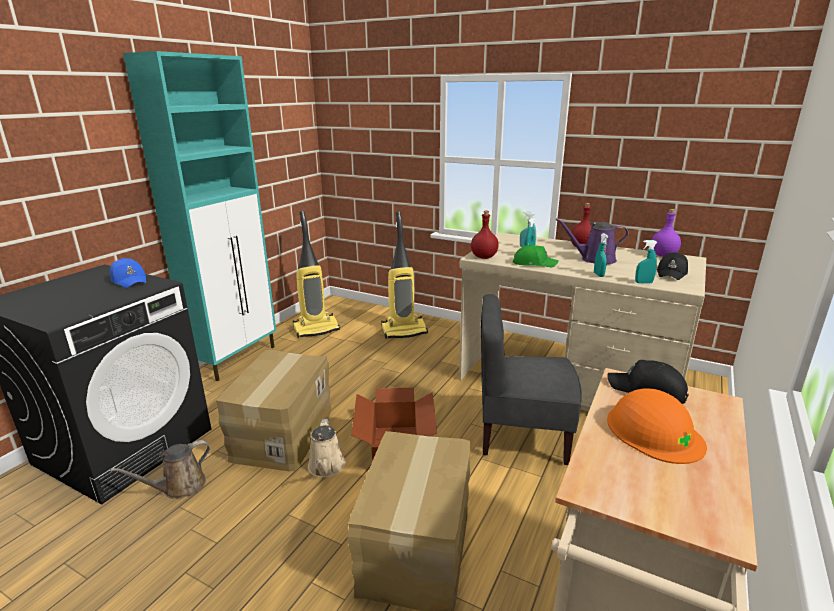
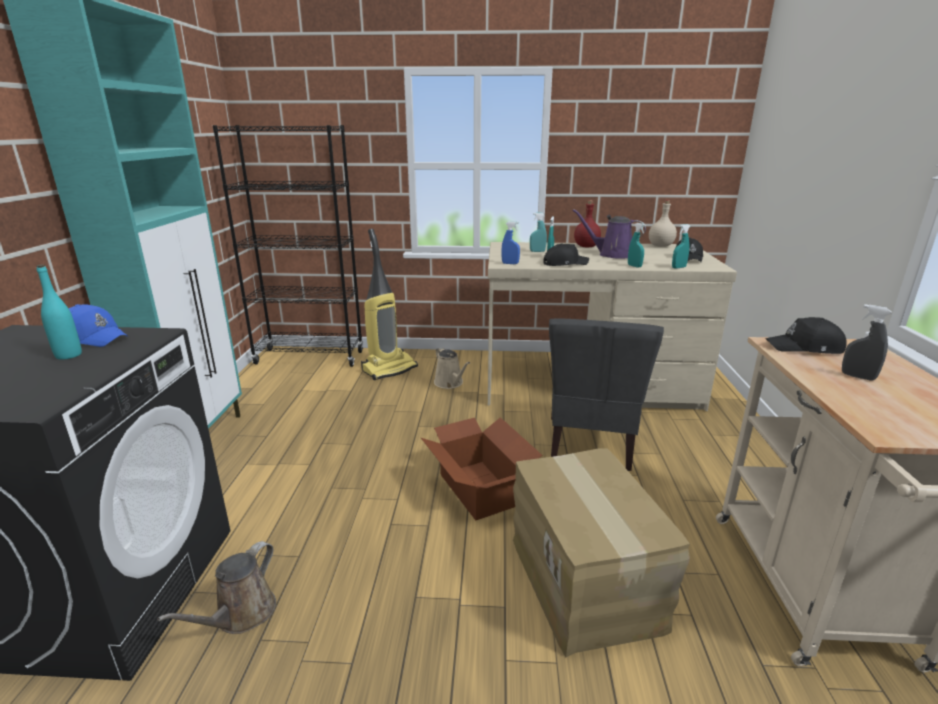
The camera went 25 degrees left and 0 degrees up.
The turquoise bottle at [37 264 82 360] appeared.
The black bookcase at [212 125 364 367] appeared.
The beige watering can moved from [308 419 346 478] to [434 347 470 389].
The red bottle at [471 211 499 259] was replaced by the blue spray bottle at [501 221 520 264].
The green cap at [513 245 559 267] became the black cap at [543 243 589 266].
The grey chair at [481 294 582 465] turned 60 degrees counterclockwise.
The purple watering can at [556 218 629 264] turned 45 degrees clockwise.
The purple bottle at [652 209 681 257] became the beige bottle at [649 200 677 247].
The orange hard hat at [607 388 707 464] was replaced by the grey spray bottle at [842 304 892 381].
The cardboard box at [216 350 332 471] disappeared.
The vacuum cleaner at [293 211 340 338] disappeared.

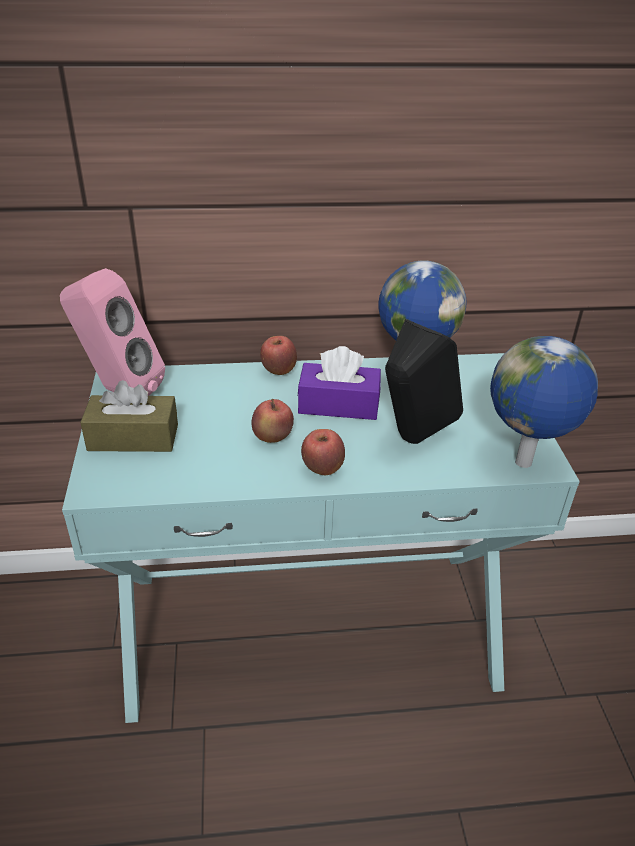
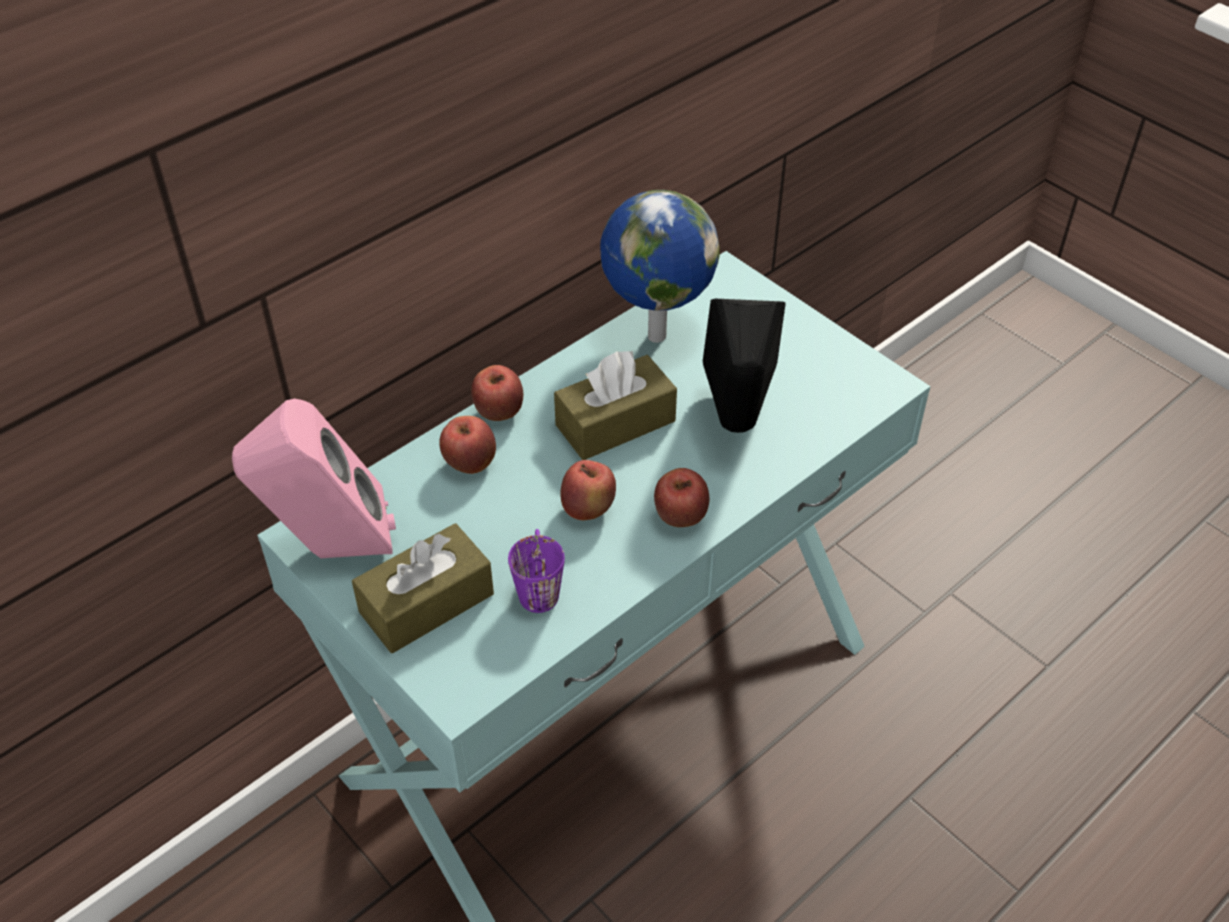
The camera went 35 degrees left and 10 degrees up.
The apple at [439 416 496 474] appeared.
The purple mug at [508 529 565 613] appeared.
The purple tissue box at [298 346 381 420] became the brown tissue box at [554 350 677 460].
The globe at [490 336 598 468] disappeared.

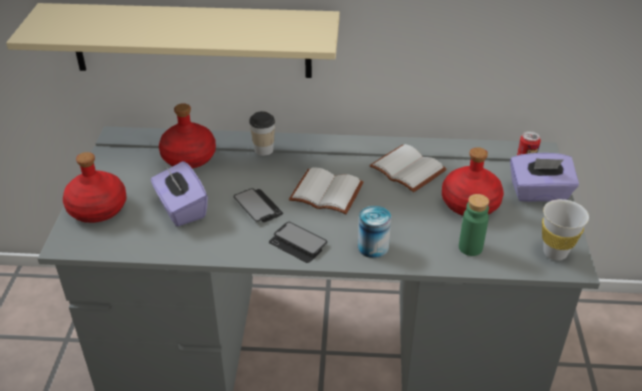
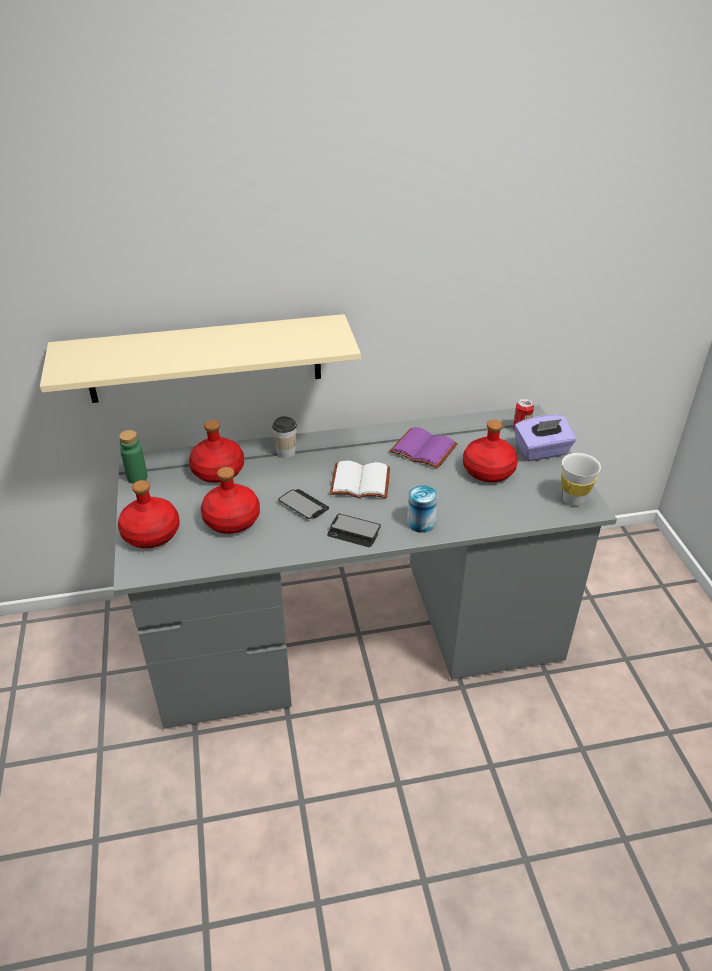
The camera went 15 degrees left and 0 degrees up.
The green bottle moved from [459 194 489 256] to [119 430 148 484].
The purple tissue box at [151 161 208 226] was replaced by the red bottle at [201 467 260 534].
The white book at [369 144 447 192] became the purple book at [389 427 458 469].

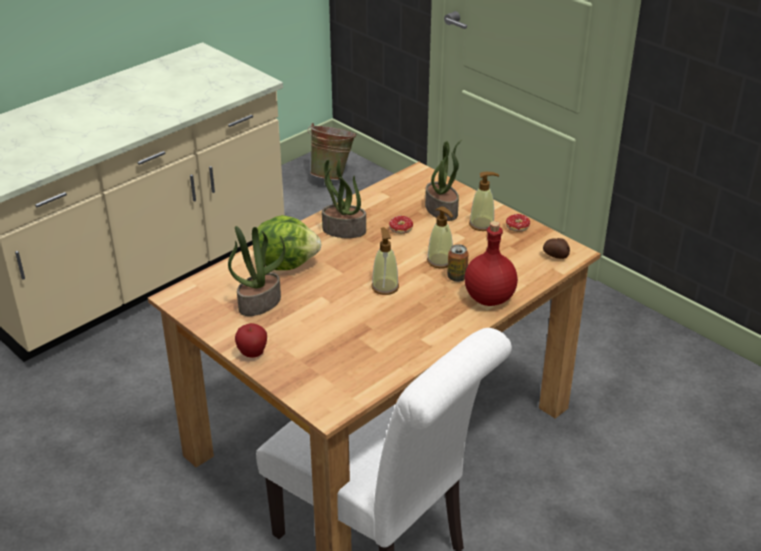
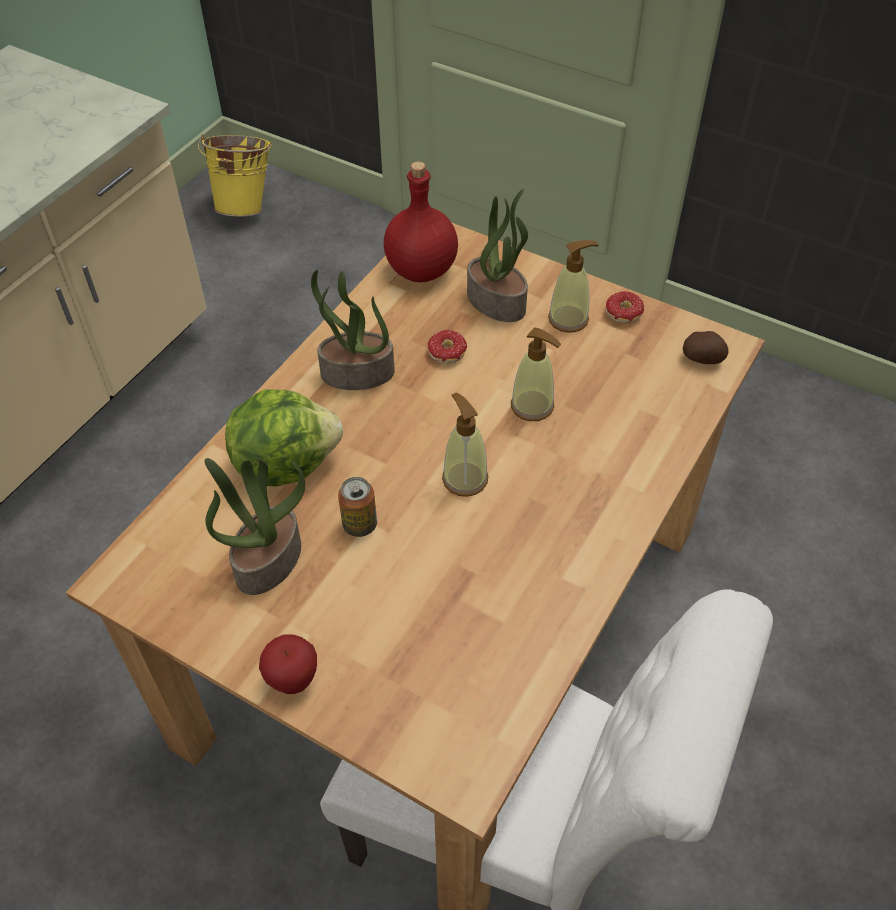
The camera went 15 degrees left and 15 degrees up.
The green bucket at [308 123 356 180] became the yellow bucket at [198 134 272 217].
The can moved from [447 244 469 282] to [338 477 377 537].
The red bottle moved from [464 221 518 306] to [384 161 458 282].

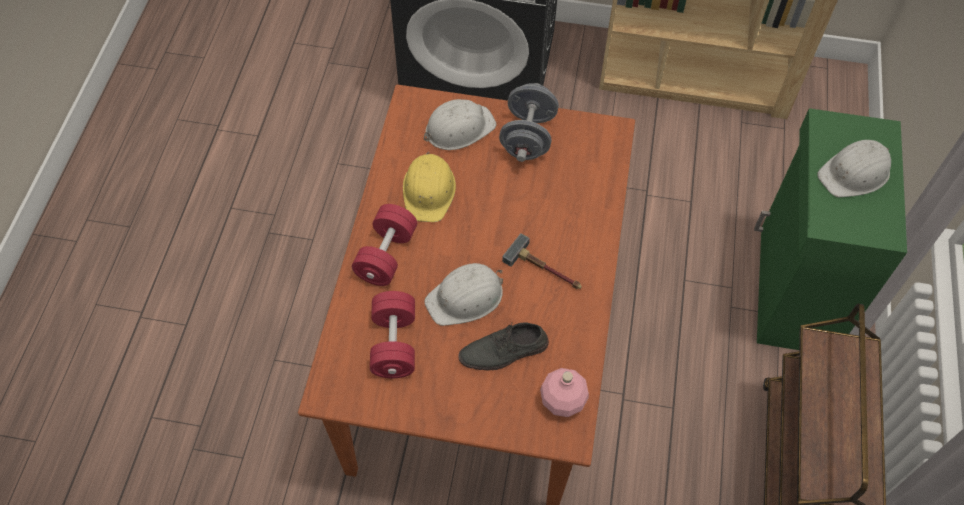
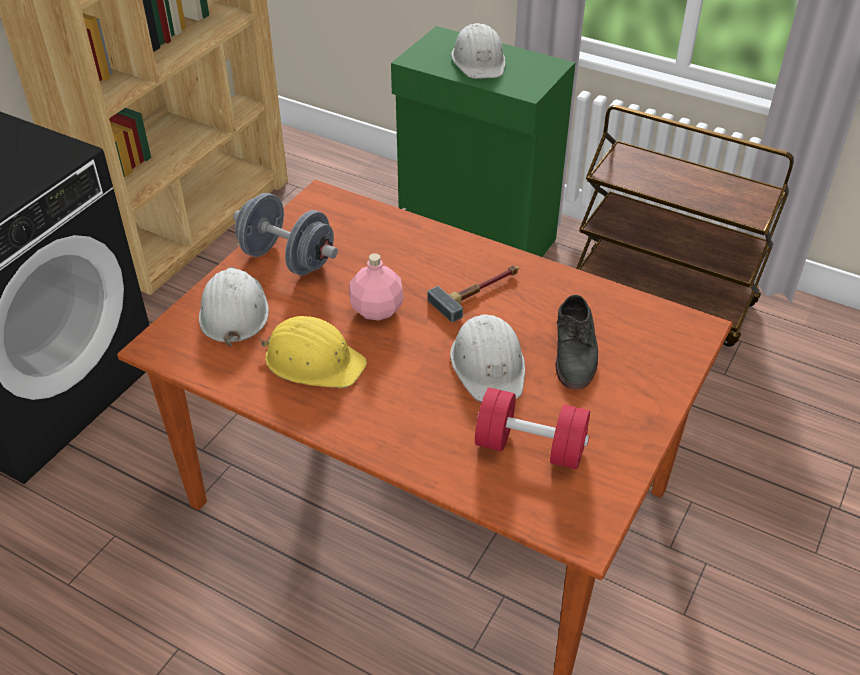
The camera went 70 degrees left and 15 degrees down.
The pink bottle moved from [540 368 589 417] to [349 253 404 321].
The red dumbbell at [352 204 417 286] disappeared.

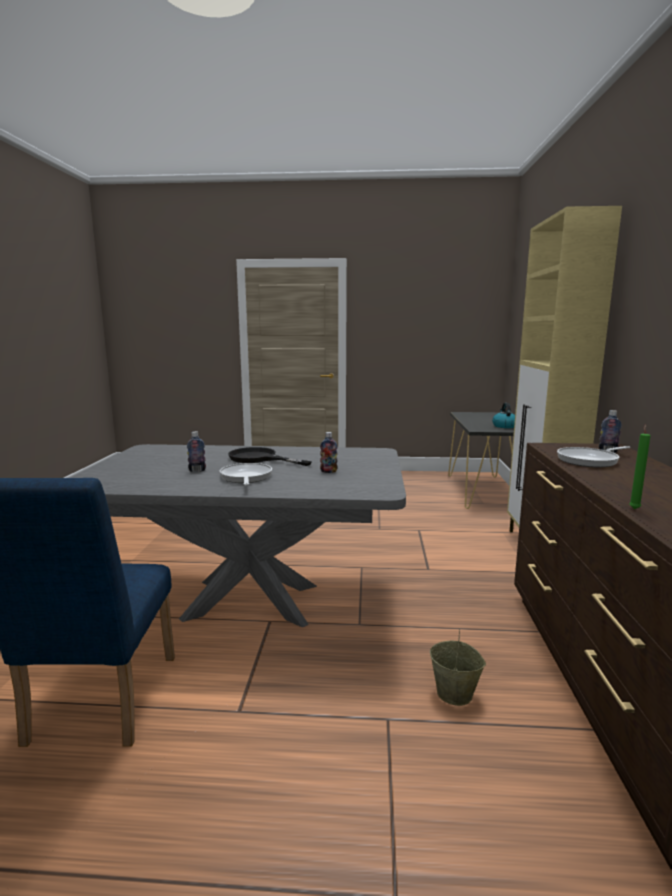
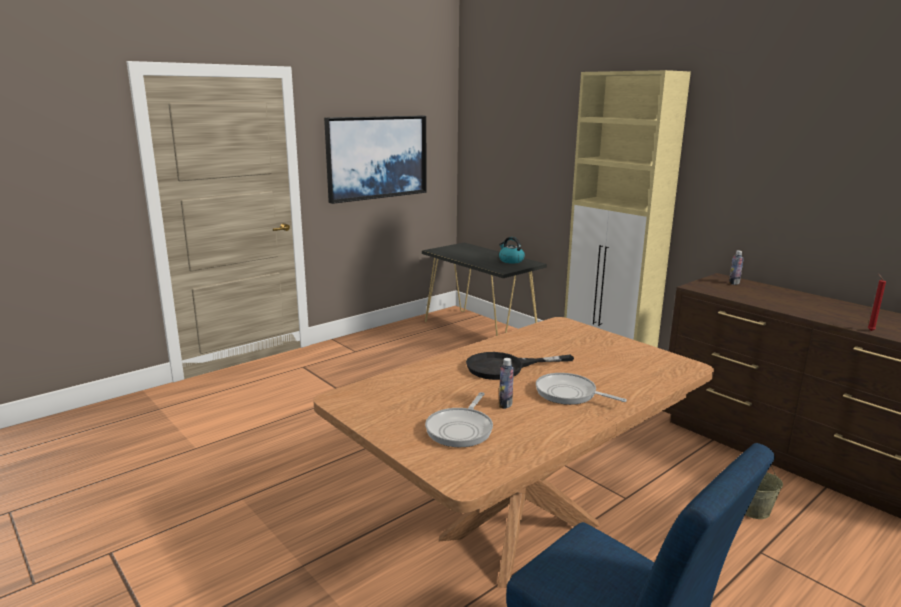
The camera went 45 degrees left and 5 degrees up.
The grey dining table at [70 444 406 627] became the brown dining table at [314 317 714 588].
The picture at [324 116 427 204] appeared.
The frying pan moved from [557 446 630 467] to [425 392 493 447].
The green candle at [629 424 651 509] became the red candle at [868 274 886 331].
The bottle at [320 432 338 473] disappeared.

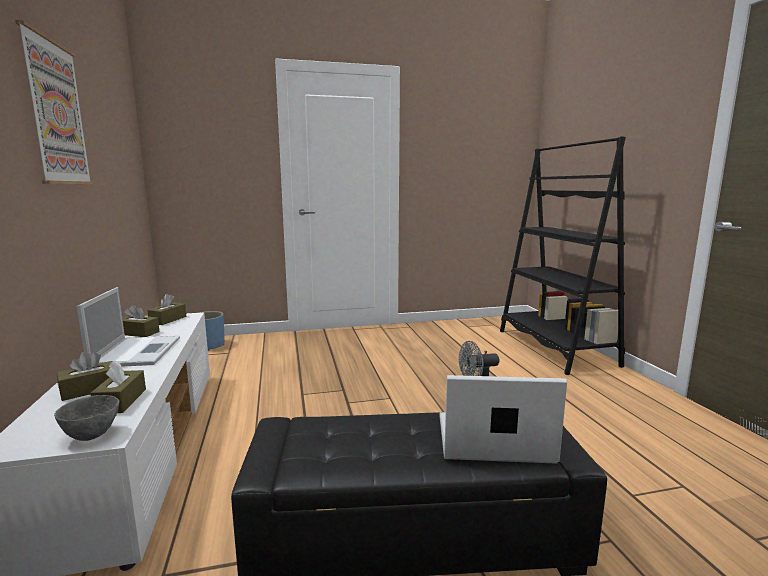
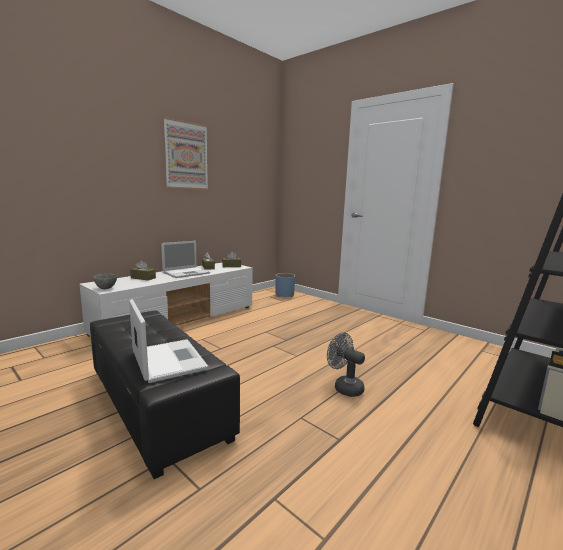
The camera went 55 degrees right and 0 degrees up.
The brown tissue box at [90 360 146 413] disappeared.

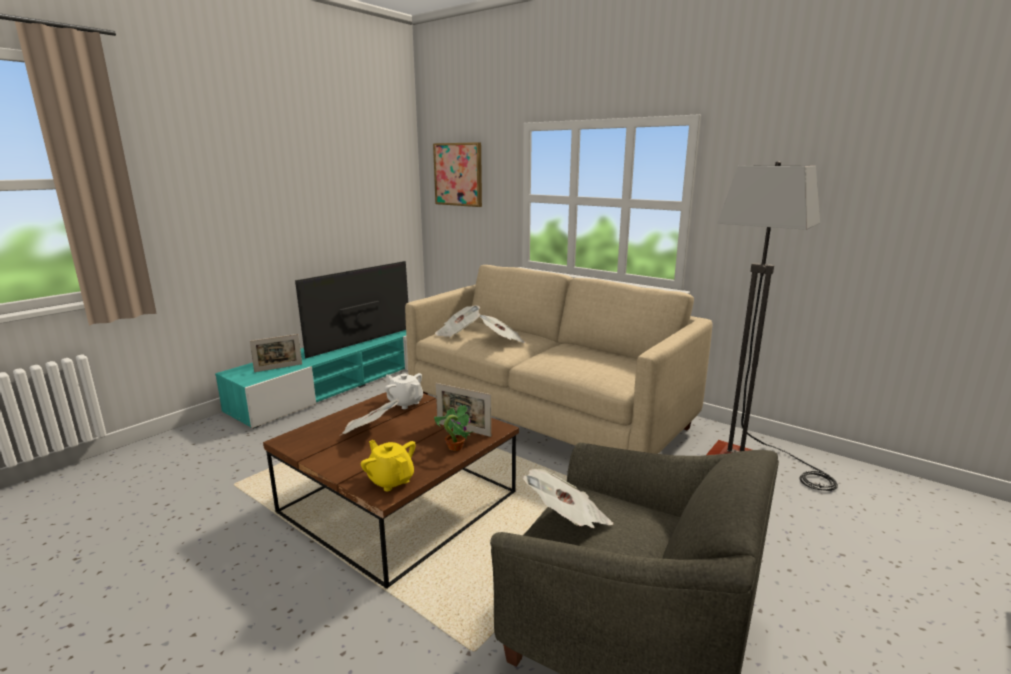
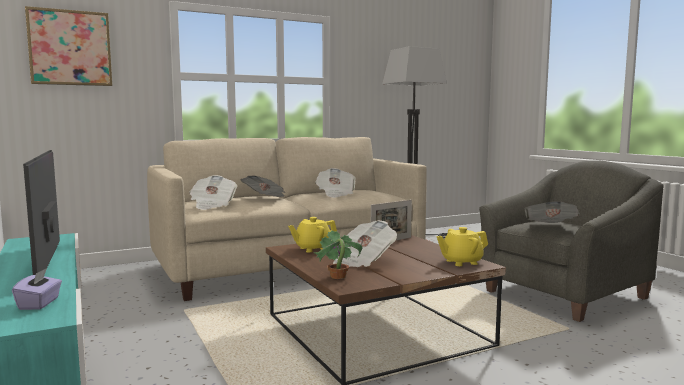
The camera went 65 degrees left and 10 degrees down.
The picture frame at [250 334 302 372] was replaced by the purple tissue box at [12 268 62 310].
The white teapot at [385 373 423 409] became the yellow teapot at [288 217 337 252].
The potted plant moved from [434 405 473 451] to [313 230 362 279].
The newspaper at [315 168 356 198] appeared.

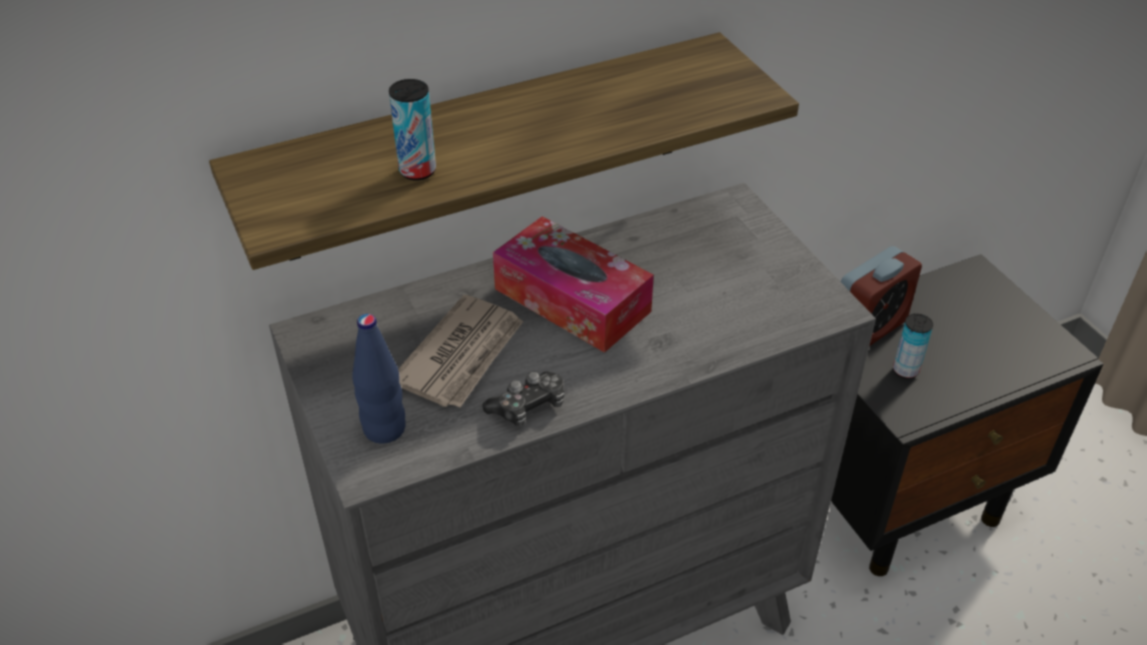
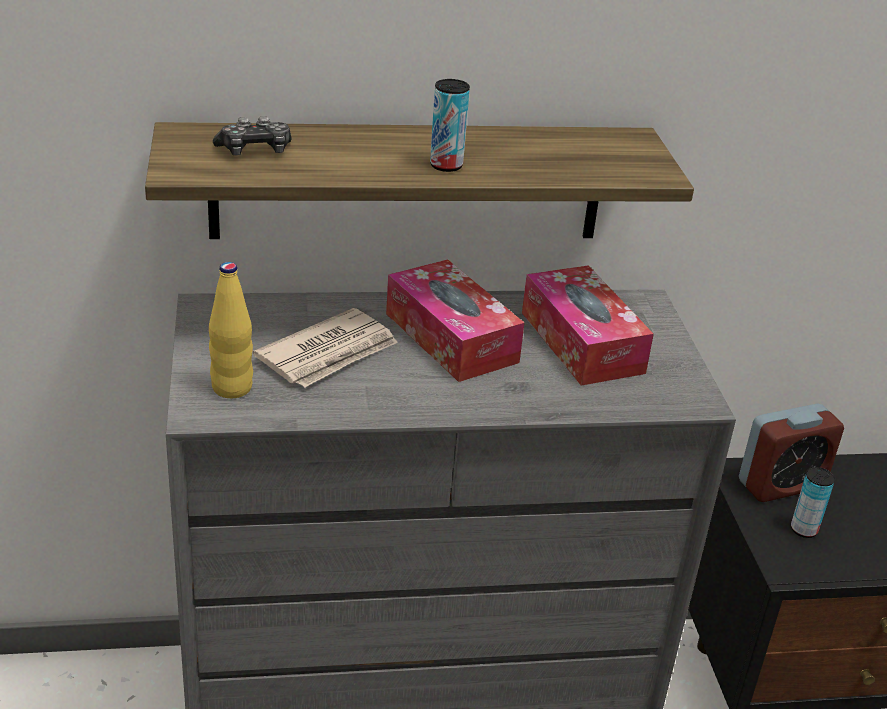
The camera went 15 degrees right and 10 degrees down.
The blue bottle at [352 314 406 444] became the yellow bottle at [209 262 253 398].
The game controller moved from [482 372 564 426] to [213 116 292 155].
The can moved from [389 79 436 181] to [430 79 470 172].
The tissue box at [522 265 654 386] appeared.

